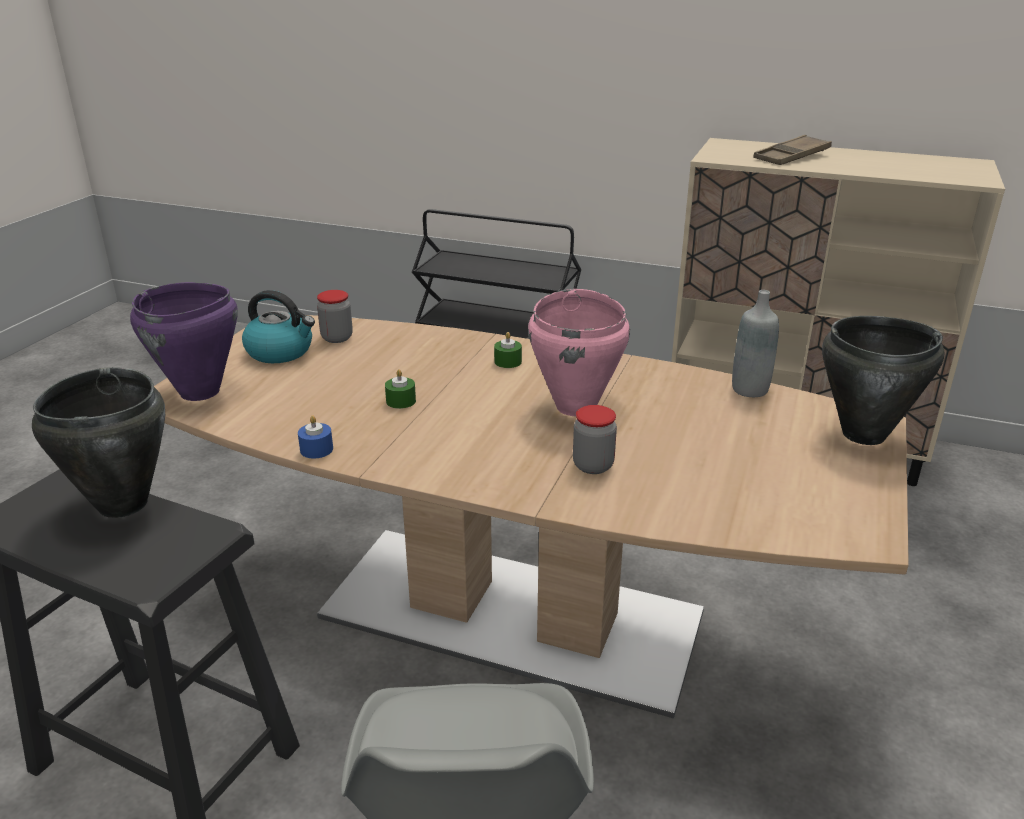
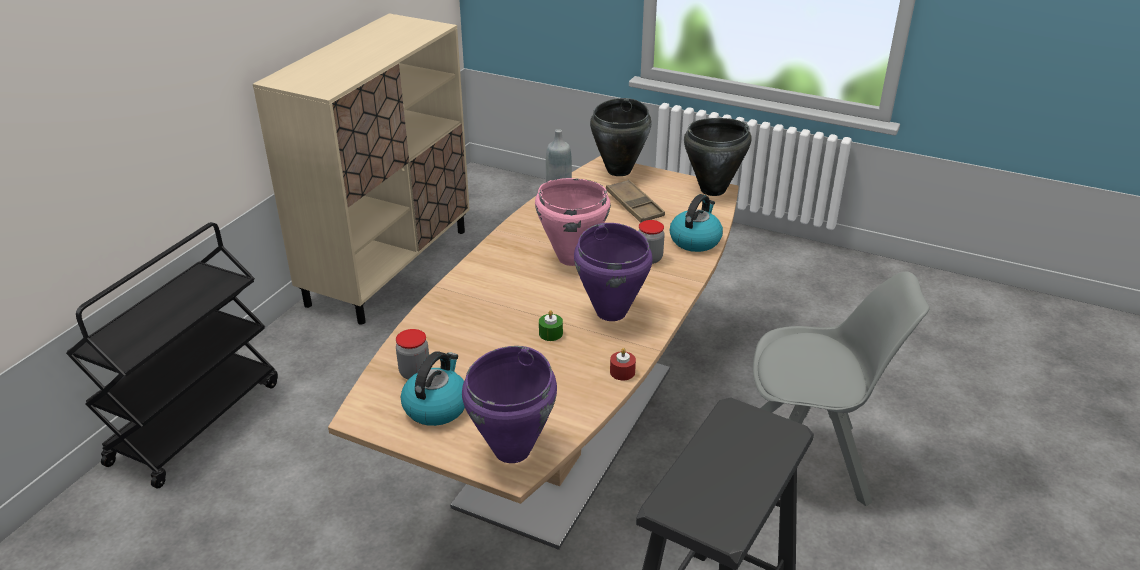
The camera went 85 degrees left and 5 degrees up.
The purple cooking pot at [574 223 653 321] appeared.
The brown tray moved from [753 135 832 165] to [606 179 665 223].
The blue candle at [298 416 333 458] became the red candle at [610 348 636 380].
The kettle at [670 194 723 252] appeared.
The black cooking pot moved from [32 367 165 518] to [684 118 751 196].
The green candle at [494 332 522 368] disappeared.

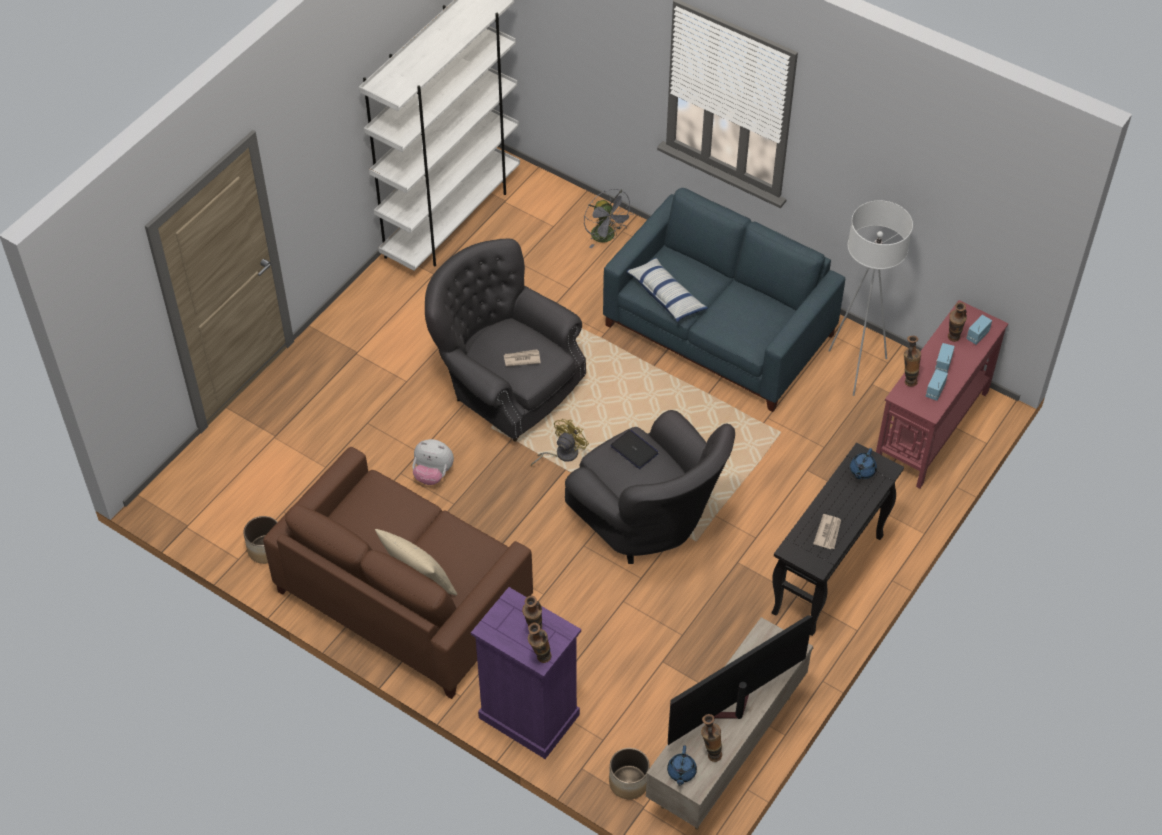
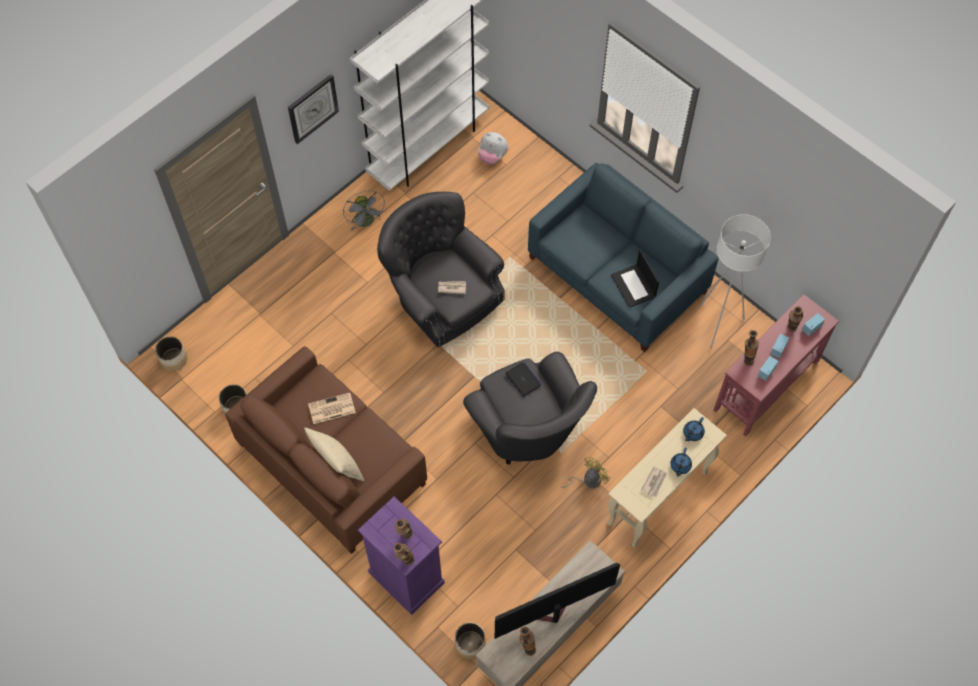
The camera went 10 degrees right and 10 degrees up.
The planter at [155 336 187 371] appeared.
The wall clock at [288 74 339 144] appeared.
The newspaper at [308 393 356 424] appeared.
The grey fan moved from [584 189 634 248] to [343 191 386 230].
The plush toy moved from [412 439 454 485] to [478 132 508 165].
The yellow fan moved from [531 419 589 466] to [561 457 611 488].
The black console table at [772 443 904 636] became the beige console table at [607 408 727 548].
The laptop at [611 250 659 308] appeared.
The blue teapot moved from [667 746 697 786] to [670 448 692 477].
The pillow at [627 258 708 322] disappeared.

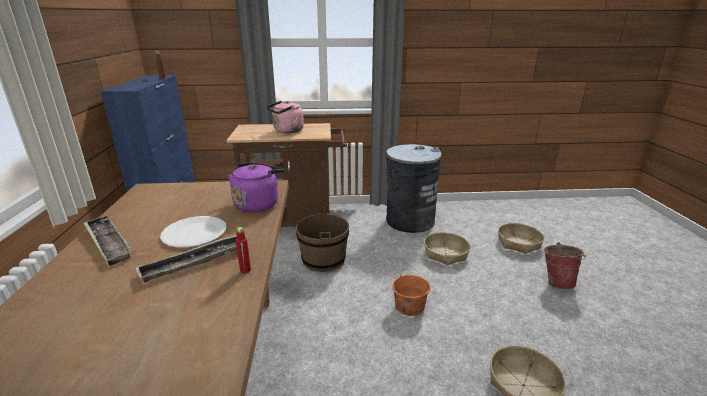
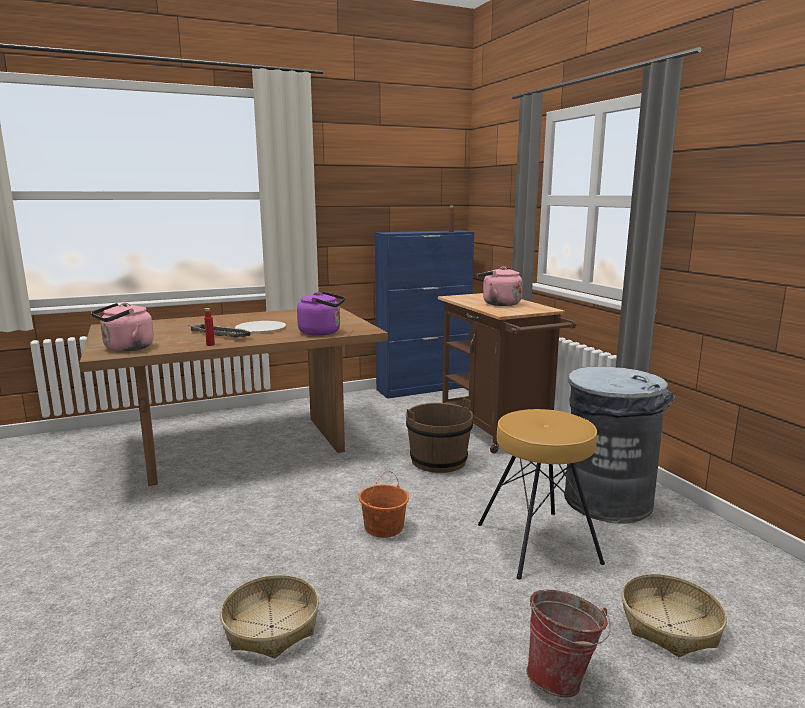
The camera went 70 degrees right and 10 degrees down.
The pink kettle at [91 303 154 351] appeared.
The basket at [424 232 470 266] was replaced by the brown stool at [478 409 605 580].
The tray at [83 215 133 266] disappeared.

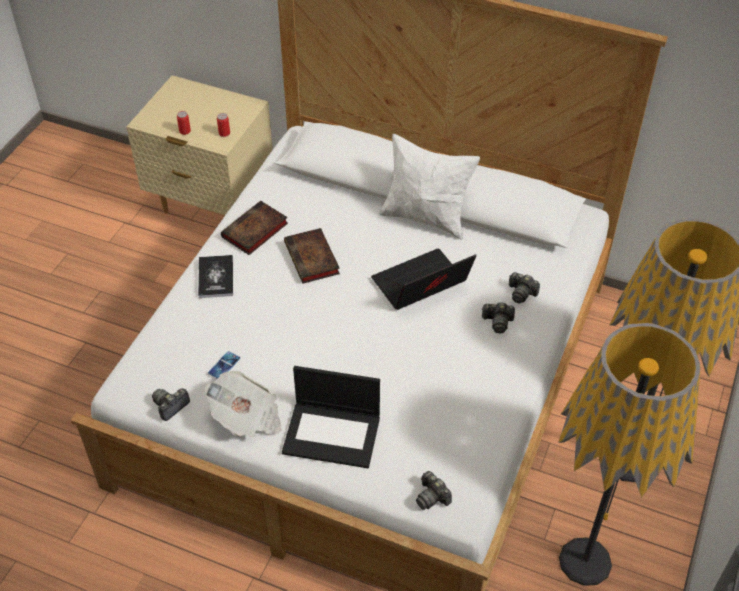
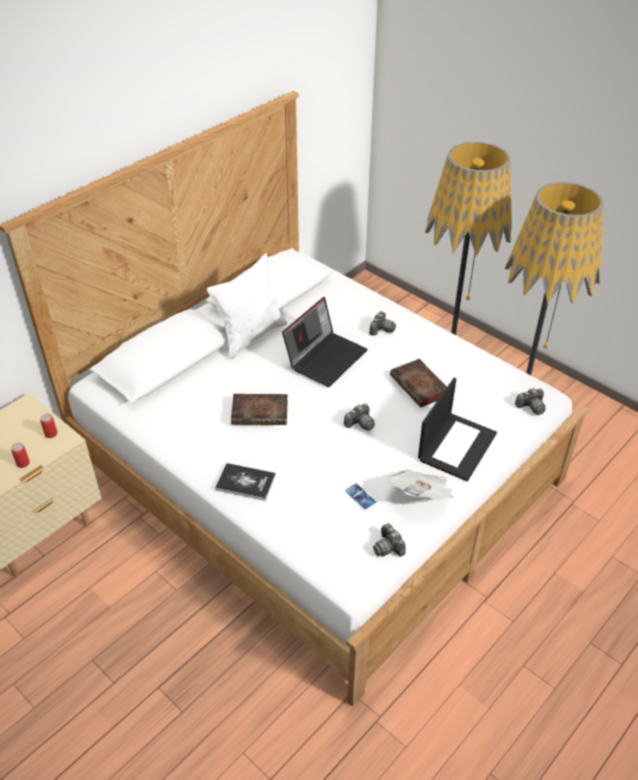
The camera went 70 degrees left and 5 degrees down.
The laptop at [371 249 476 310] turned 135 degrees counterclockwise.
The photo camera moved from [509 272 540 303] to [344 403 375 431].
The book moved from [221 201 288 255] to [390 359 447 408].

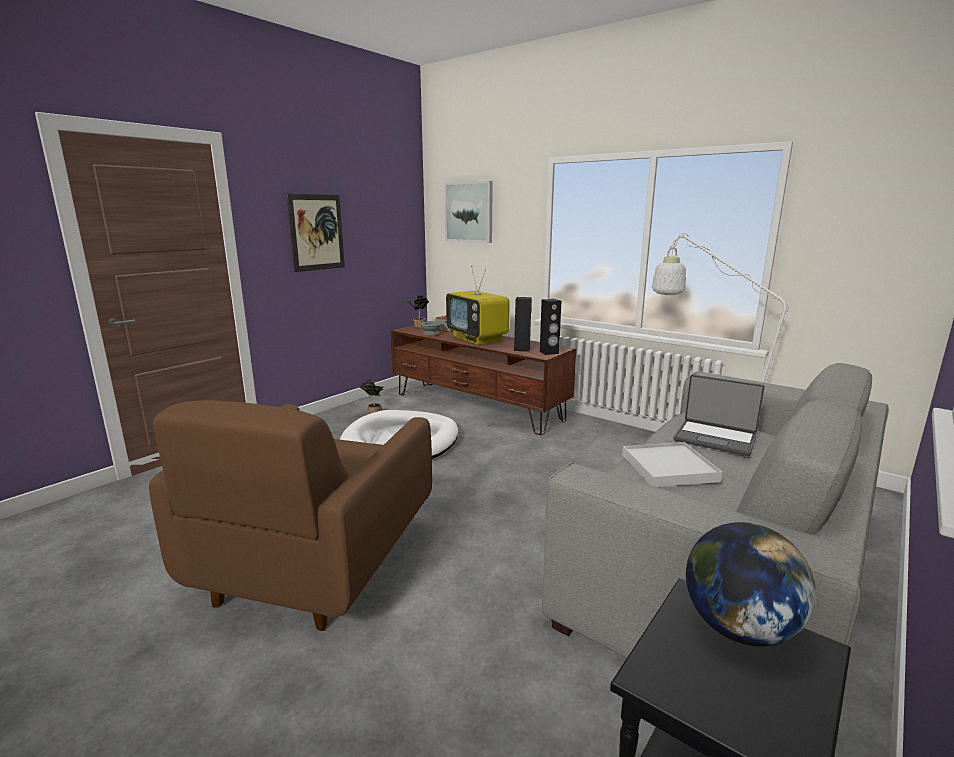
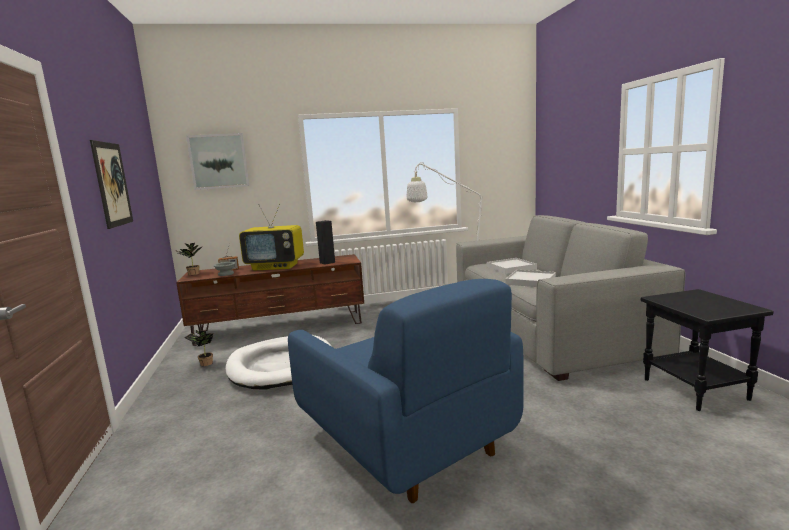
The camera went 50 degrees left and 5 degrees down.
The brown armchair at [149 400 432 631] became the blue armchair at [288 279 524 503].
The laptop at [673 374 765 456] was replaced by the white tray at [487 258 537 274].
The black speaker at [540 299 561 355] disappeared.
The globe at [686 522 816 646] disappeared.

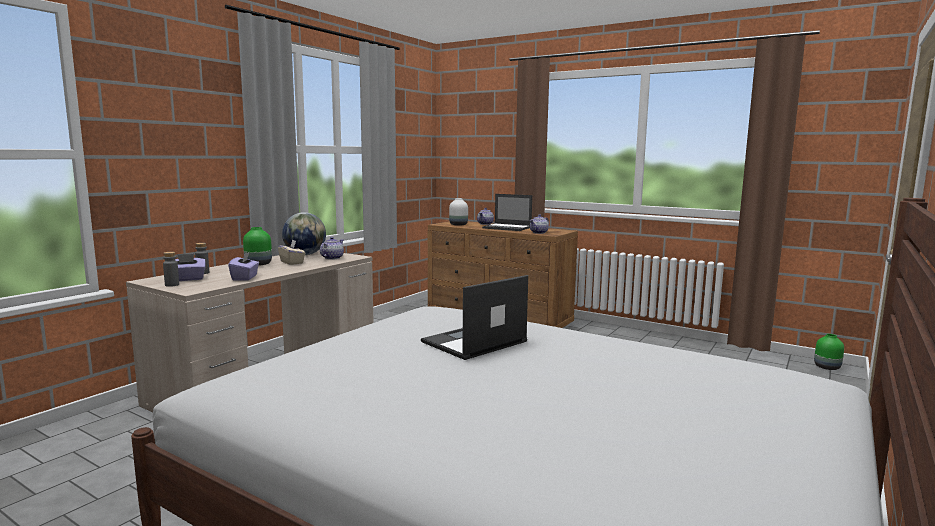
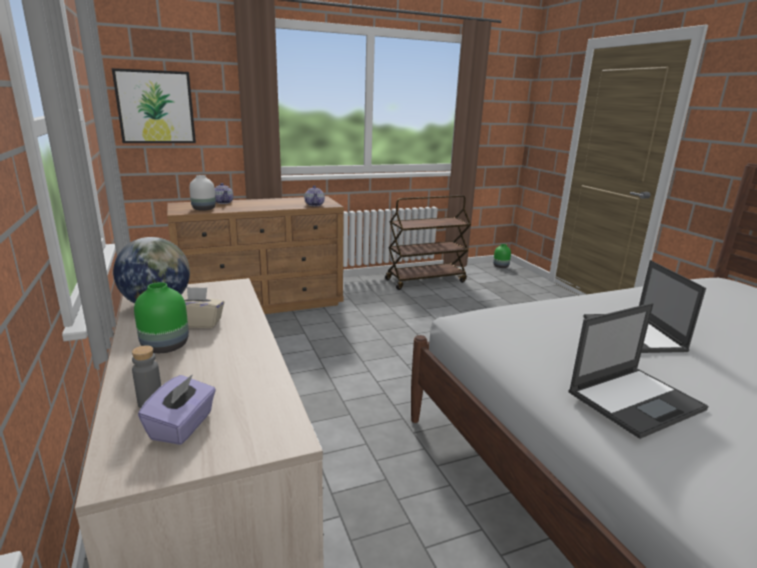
The camera went 55 degrees left and 10 degrees up.
The picture at [112 68 196 143] appeared.
The brown cart at [385 195 471 290] appeared.
The laptop moved from [482 194 532 231] to [568 303 709 439].
The grey bottle at [163 252 179 287] disappeared.
The purple tissue box at [228 252 259 281] disappeared.
The teapot at [320 237 344 260] disappeared.

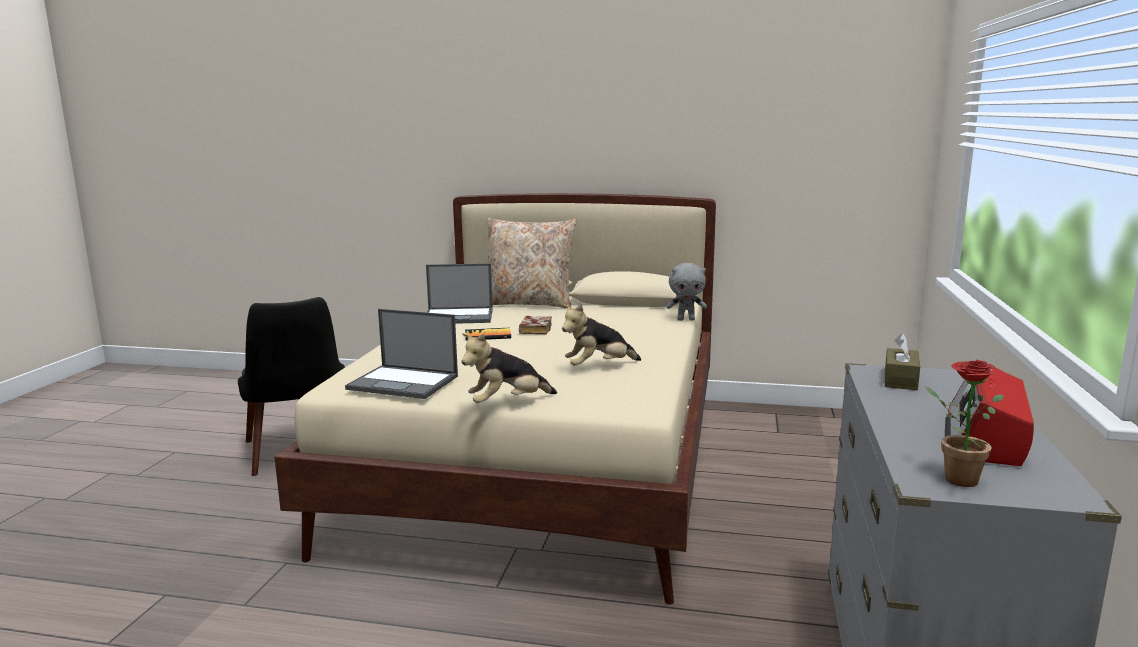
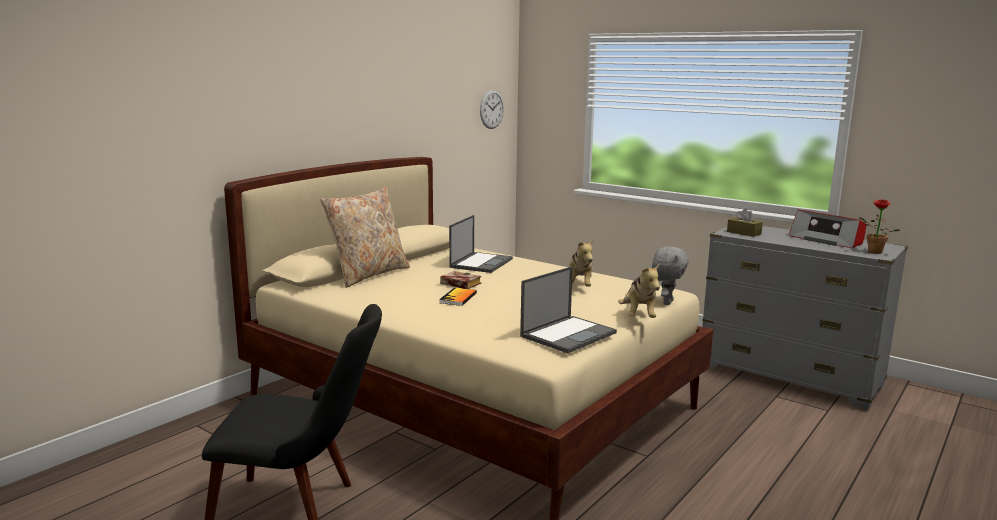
The camera went 65 degrees left and 0 degrees up.
The laptop moved from [426 263 493 324] to [449 215 513 273].
The wall clock at [480 90 504 129] appeared.
The grey plush toy moved from [666 263 707 321] to [652 246 689 305].

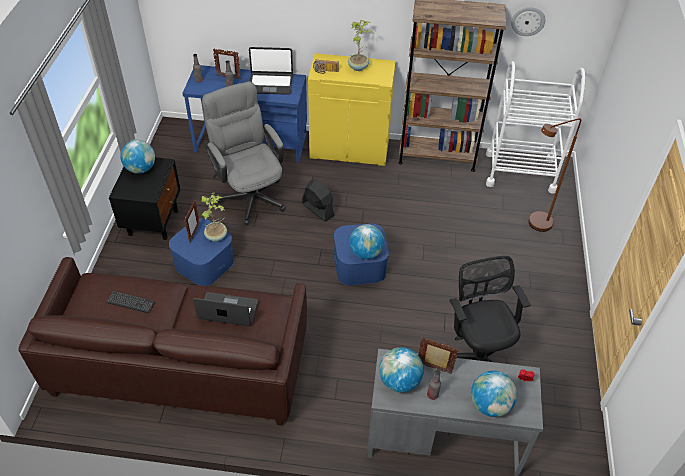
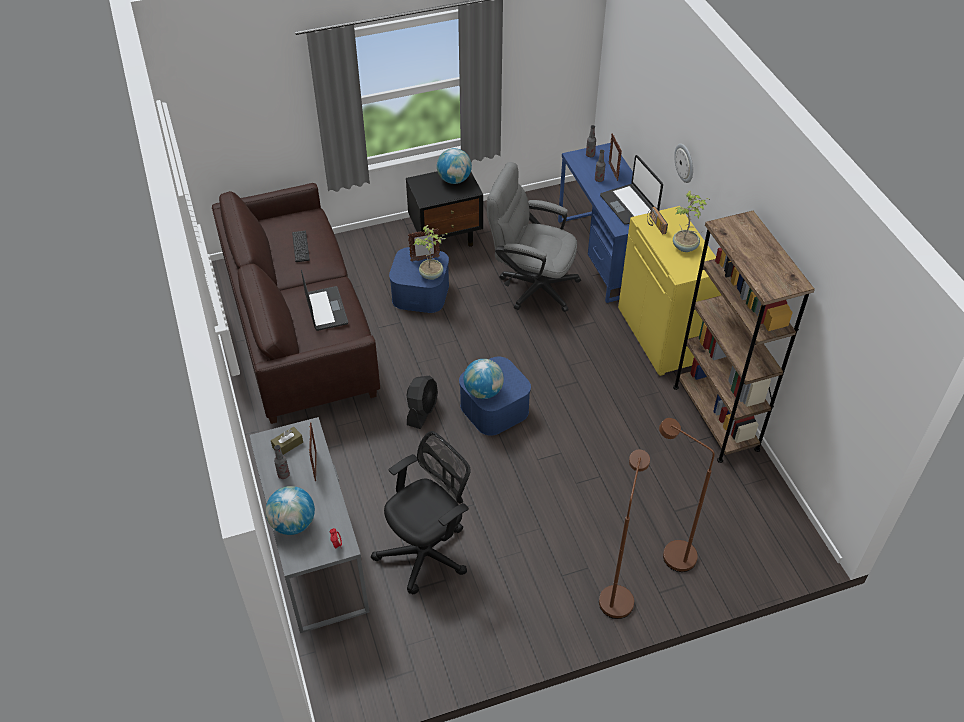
The camera went 65 degrees right and 0 degrees up.
The globe at [379 347 424 392] was replaced by the brown tissue box at [271 427 303 455].
The black fan moved from [302 180 335 222] to [407 376 438 429].
The grey office chair at [202 81 286 225] turned 105 degrees counterclockwise.
The brown floor lamp at [599 450 650 619] appeared.
The wall clock moved from [511 7 546 36] to [674 144 693 183].
The white cart at [486 61 585 194] disappeared.

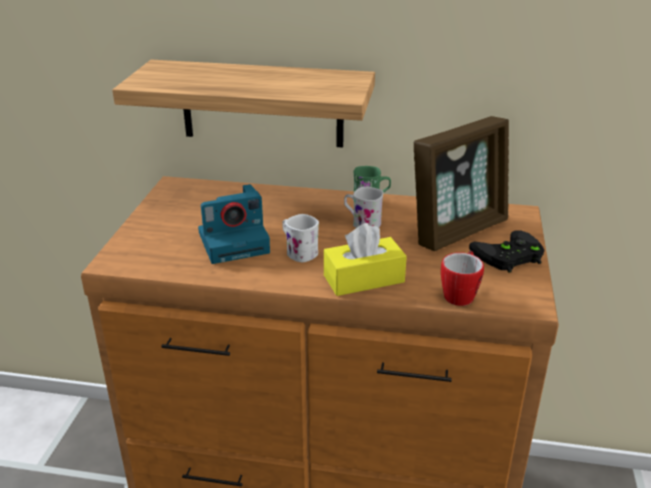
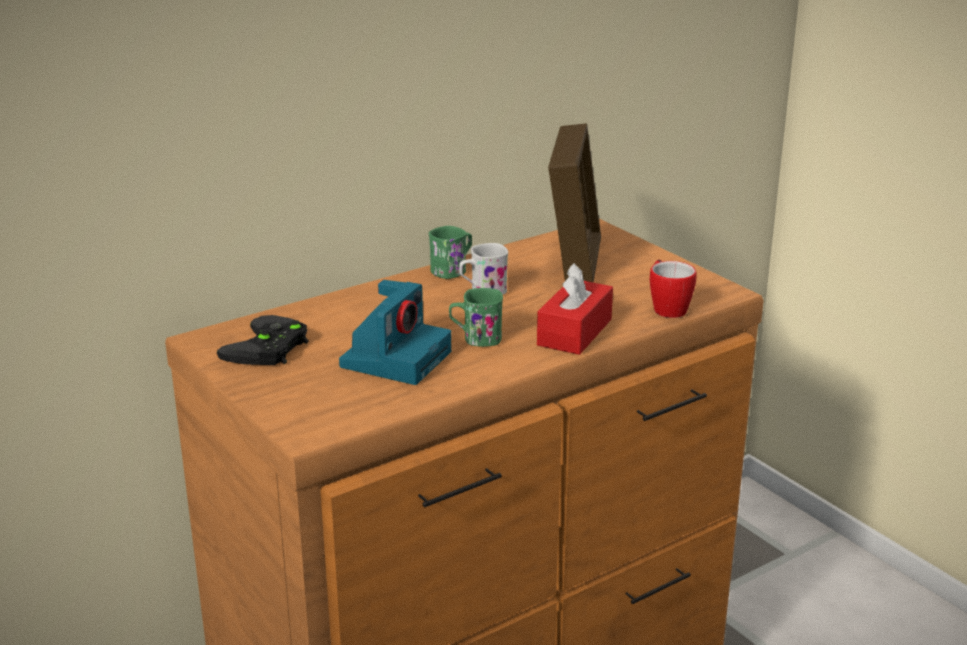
The camera went 45 degrees left and 5 degrees down.
The black game controller moved from [469 230 544 273] to [217 315 309 365].
The white mug at [282 214 319 262] became the green mug at [449 288 503 347].
The yellow tissue box at [324 223 407 296] became the red tissue box at [537 263 613 355].
The shelf at [112 60 375 148] disappeared.

